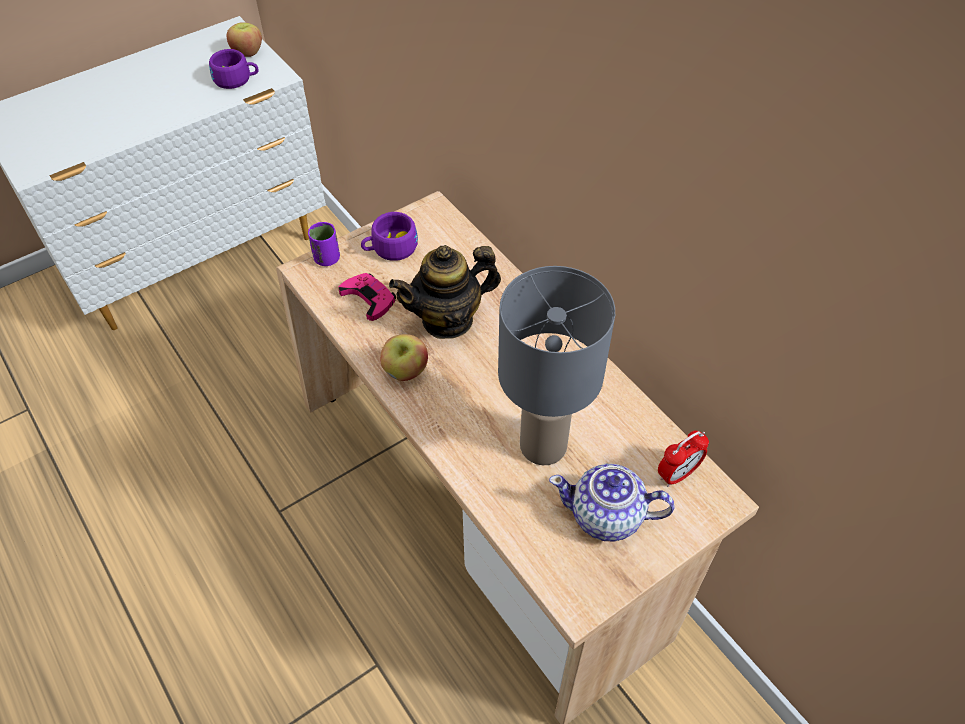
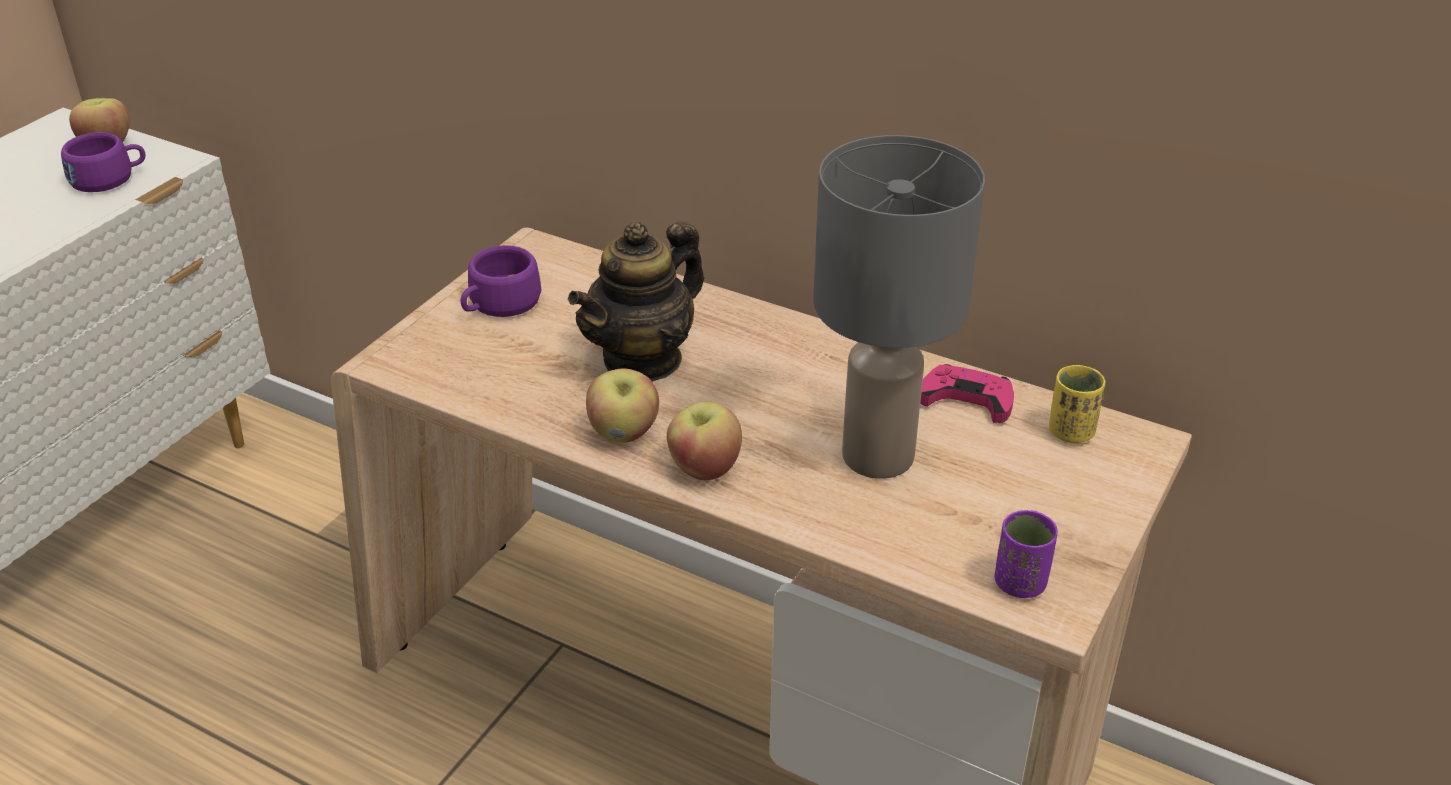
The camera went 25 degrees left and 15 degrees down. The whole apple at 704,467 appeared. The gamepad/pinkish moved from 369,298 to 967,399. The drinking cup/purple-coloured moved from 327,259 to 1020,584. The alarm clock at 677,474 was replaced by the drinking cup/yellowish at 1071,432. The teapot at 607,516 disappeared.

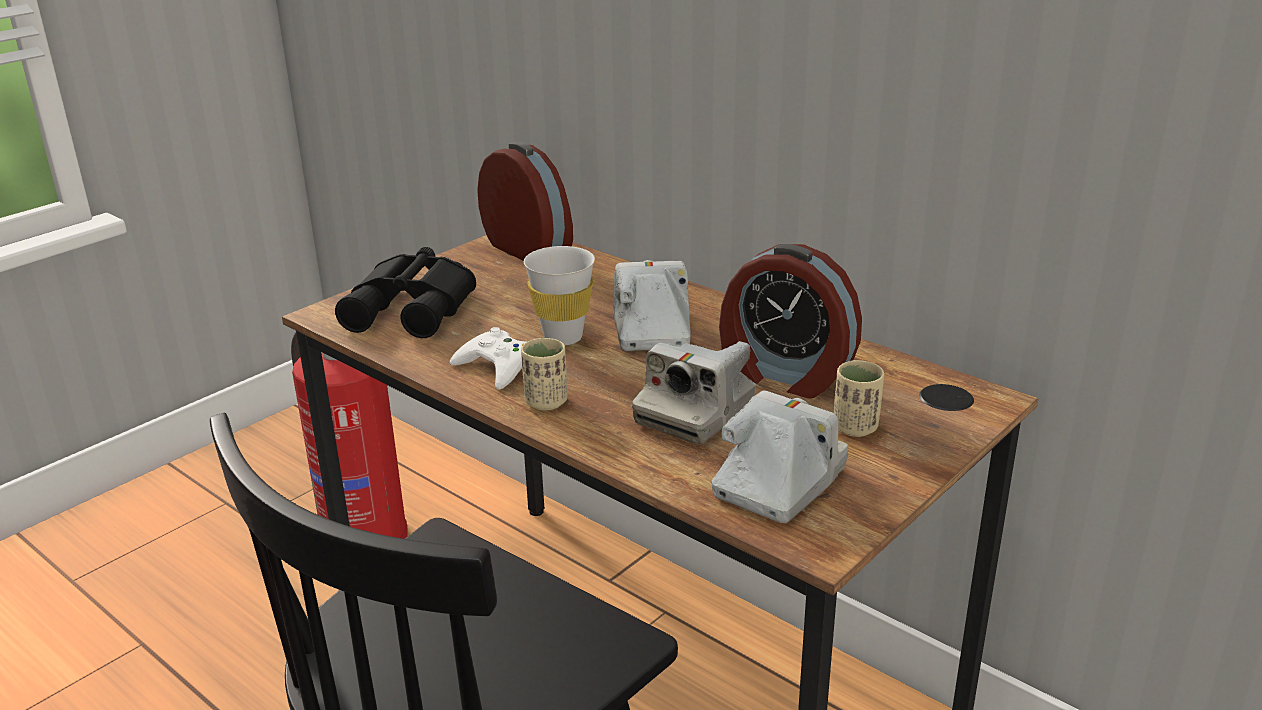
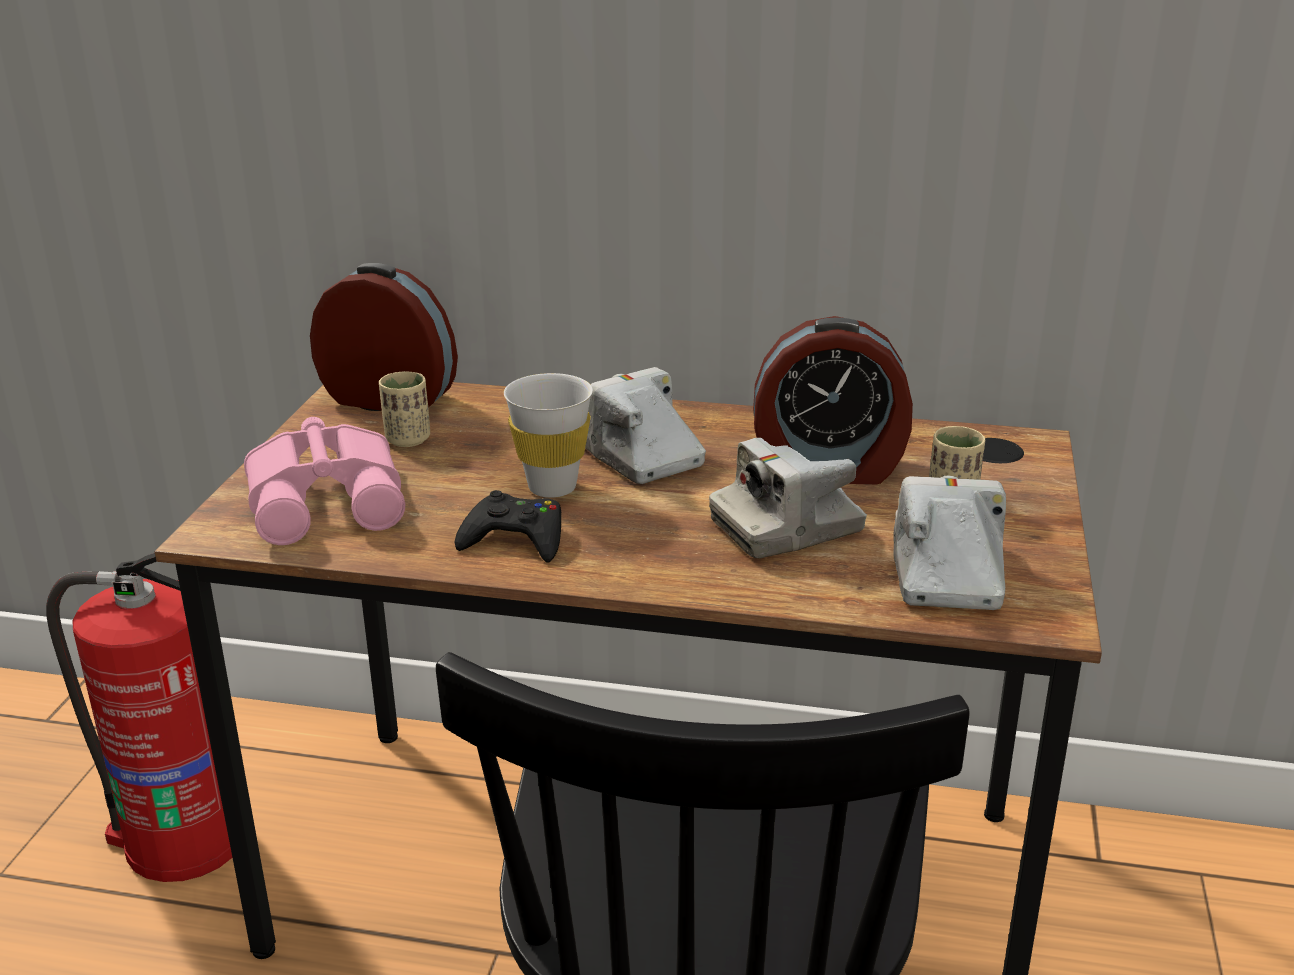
The camera went 30 degrees left and 0 degrees up. The binoculars/black at 415,308 became the binoculars/pinkish at 329,498. The drinking cup/sand-coloured moved from 546,402 to 408,439. The gamepad/white-coloured at 497,367 became the gamepad/black at 515,538. The still camera at 695,412 turned 60 degrees clockwise.

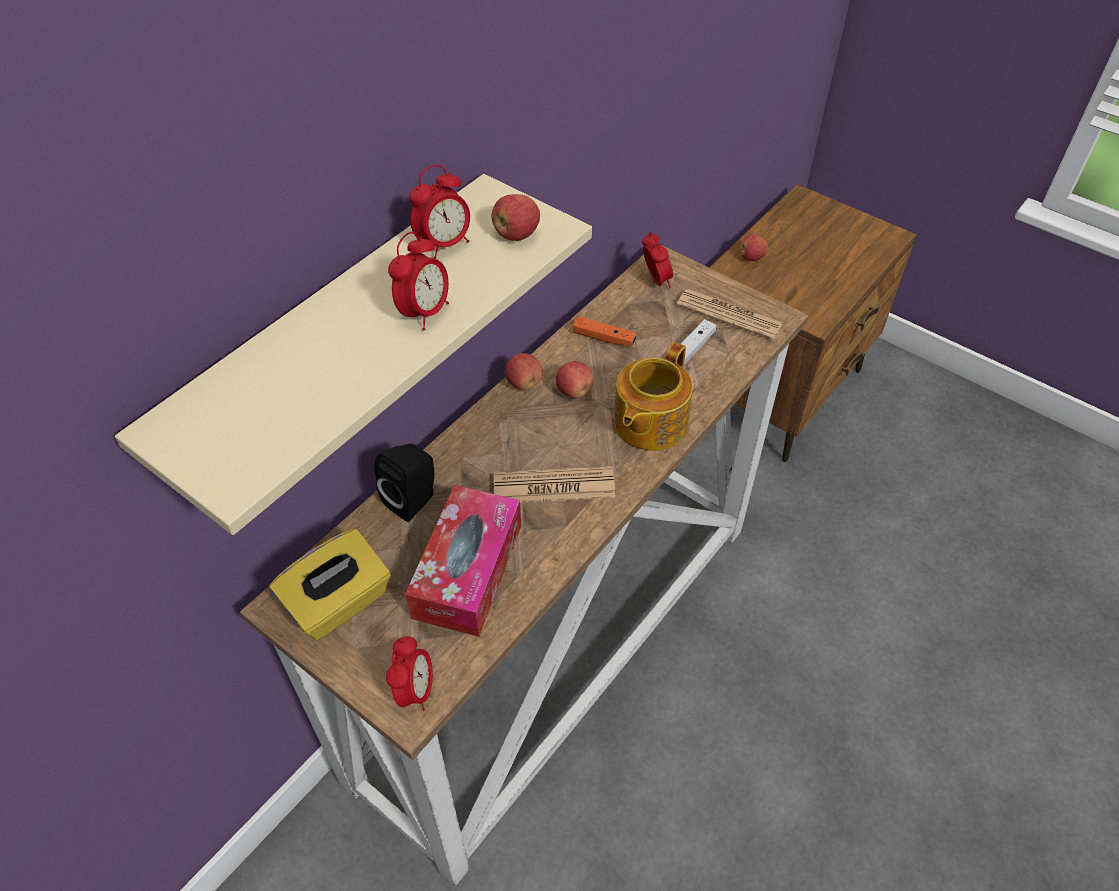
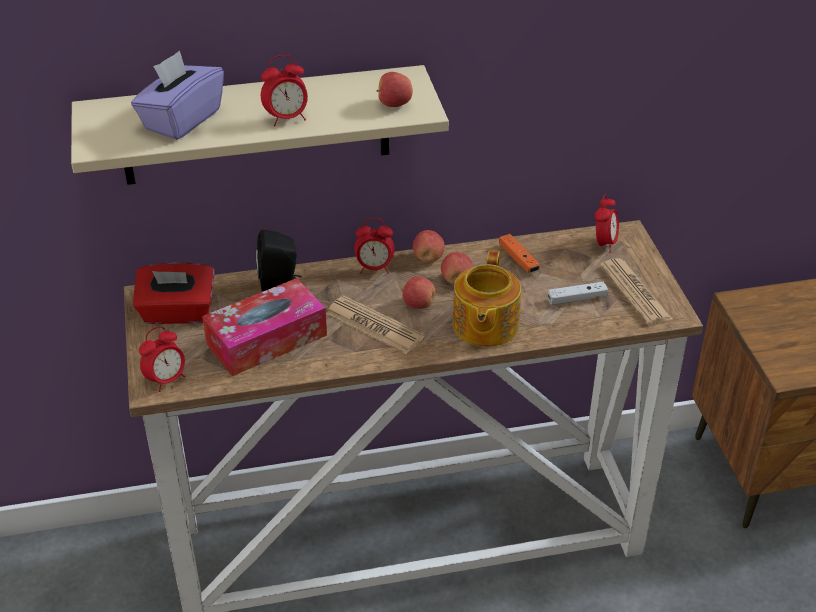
The camera went 40 degrees right and 10 degrees down. The tissue box/purple-coloured at 181,120 appeared. The tissue box/yellowish at 339,603 became the tissue box/reddish at 177,313. The alarm clock moved from 444,244 to 374,268. The whole apple moved from 751,257 to 418,304. The teapot at 648,423 turned 60 degrees counterclockwise.

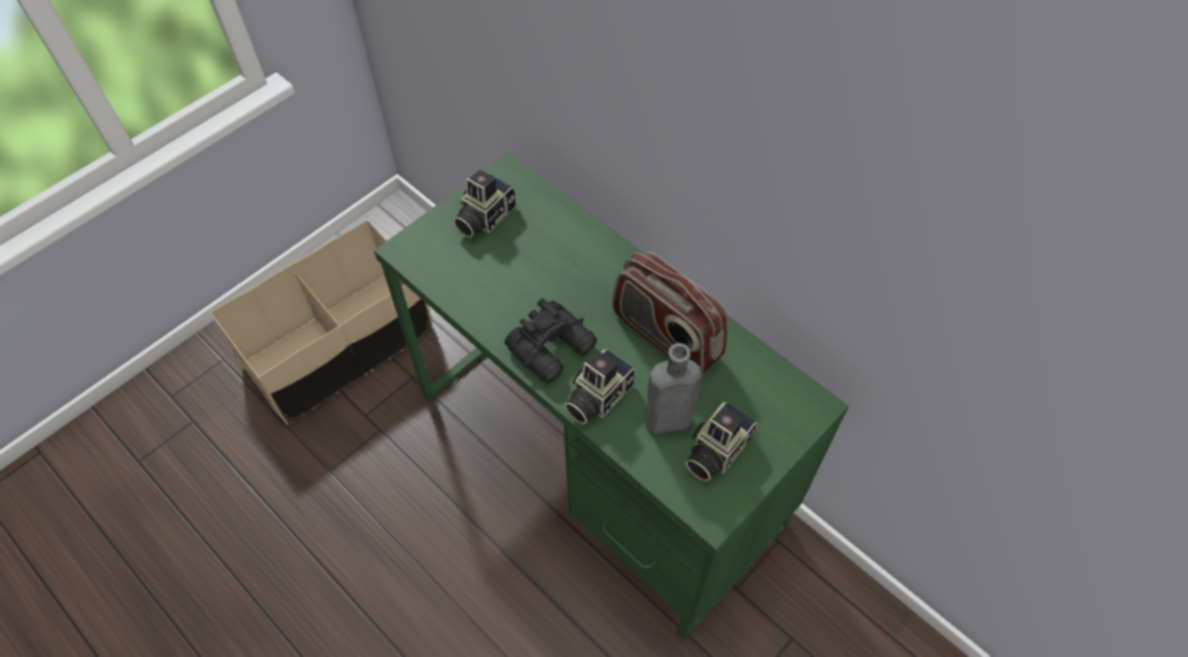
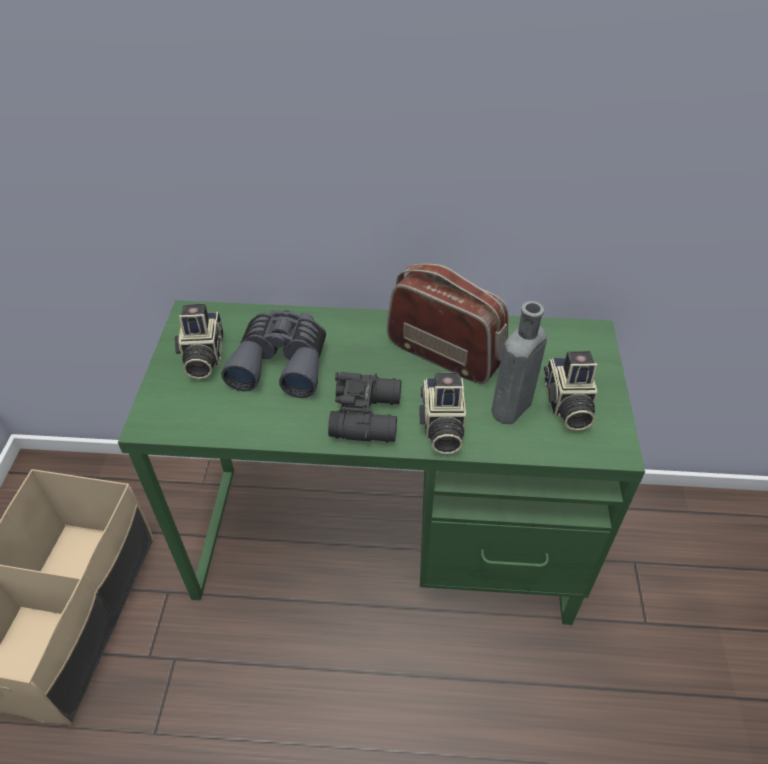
The camera went 40 degrees left and 10 degrees down. The binoculars/greyish at 282,362 appeared. The radio receiver at 666,336 turned 150 degrees counterclockwise.

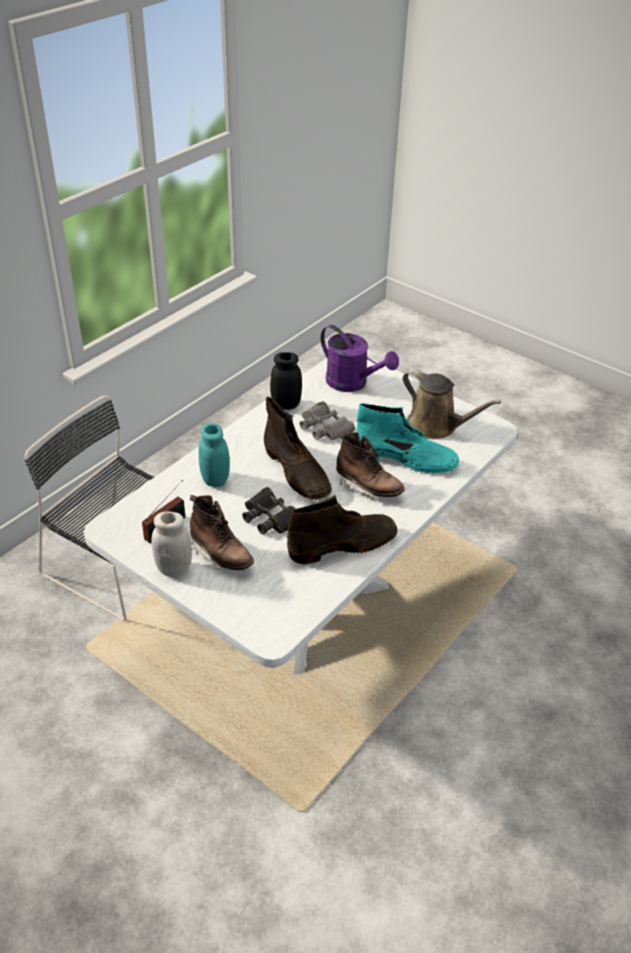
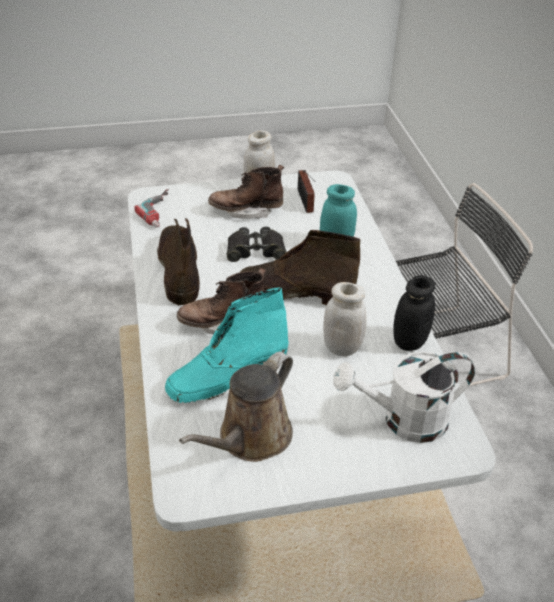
The camera went 130 degrees right and 0 degrees up. The power drill at 162,212 appeared. The boot/brownish at 343,544 turned 150 degrees clockwise. The sprinkling can/brownish at 436,426 turned 45 degrees counterclockwise. The binoculars/greyish at 325,427 was replaced by the jar/white-coloured at 342,347. The sprinkling can/purple-coloured at 353,383 became the sprinkling can/white-coloured at 403,420.

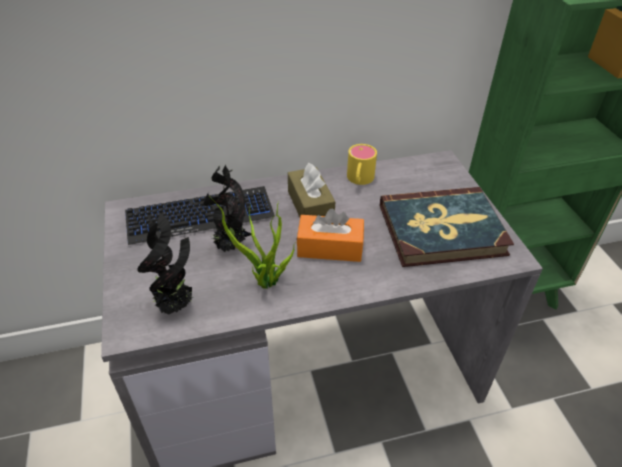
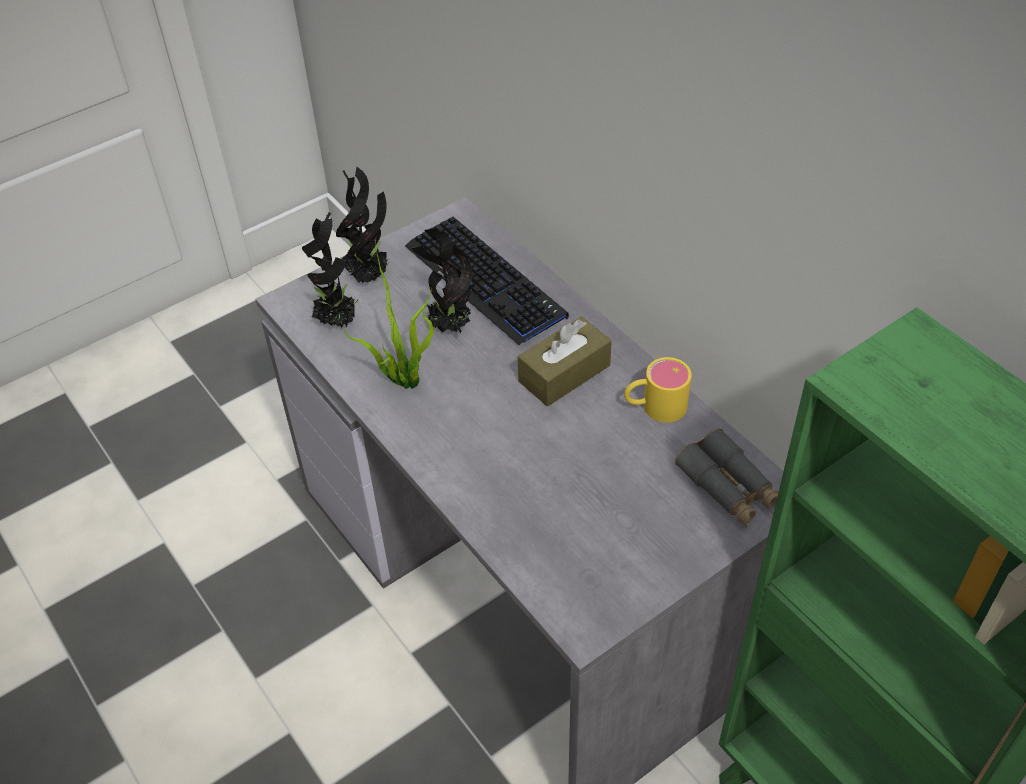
The camera went 70 degrees right and 5 degrees up. The potted plant at 370,276 appeared. The binoculars/greyish at 729,488 appeared. The tissue box/orangey at 330,248 disappeared. The volume at 441,230 disappeared.

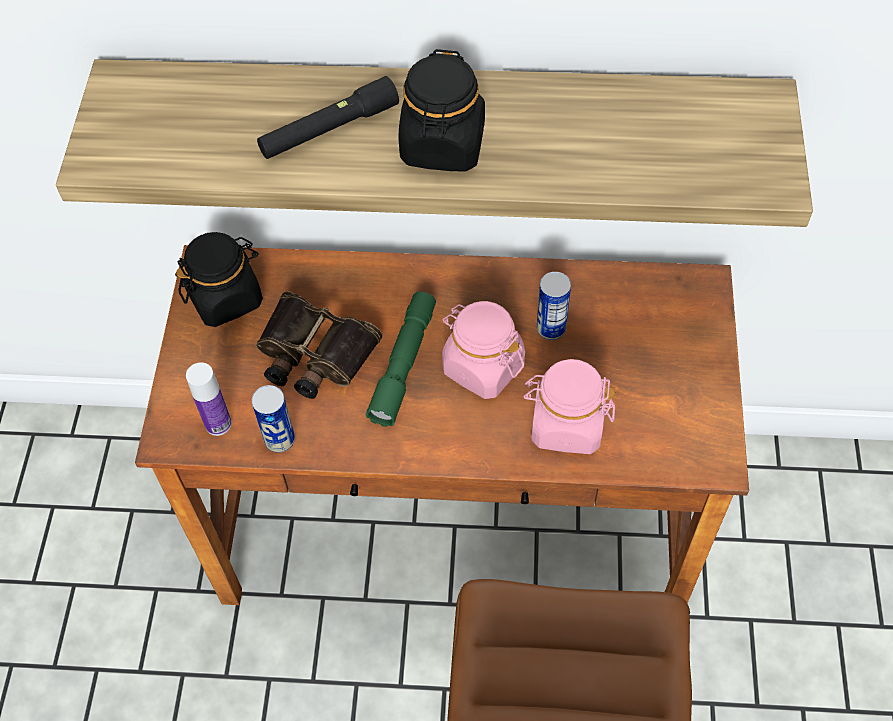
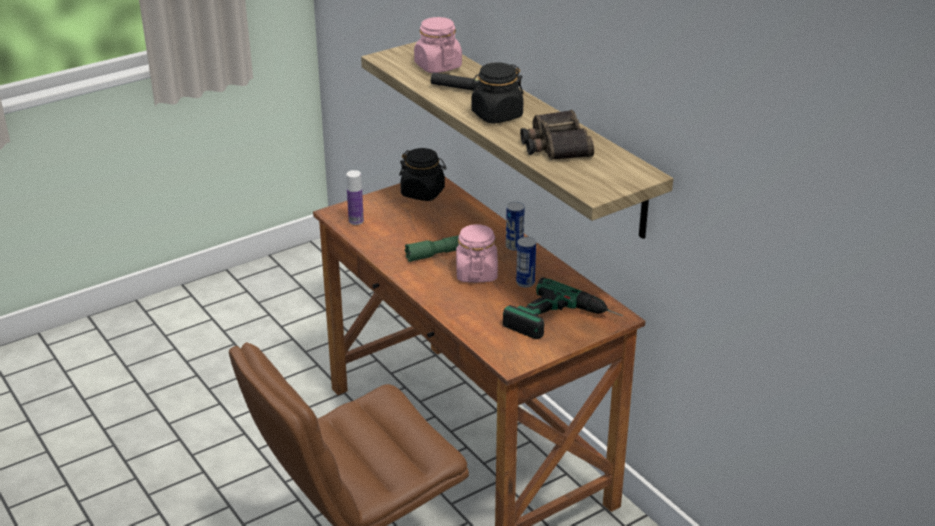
The camera went 50 degrees right and 25 degrees down. The jar/pinkish moved from 566,425 to 437,66. The power drill at 564,322 appeared. The metal can moved from 279,439 to 514,246. The binoculars moved from 313,354 to 555,145.

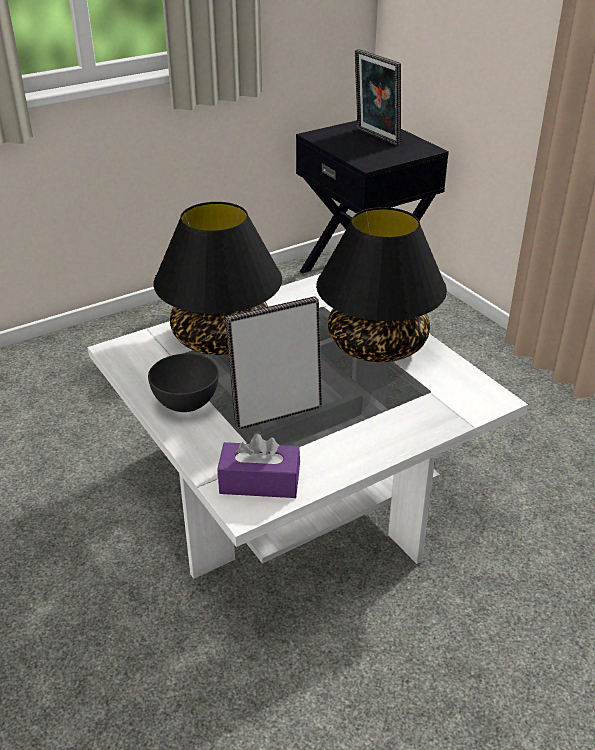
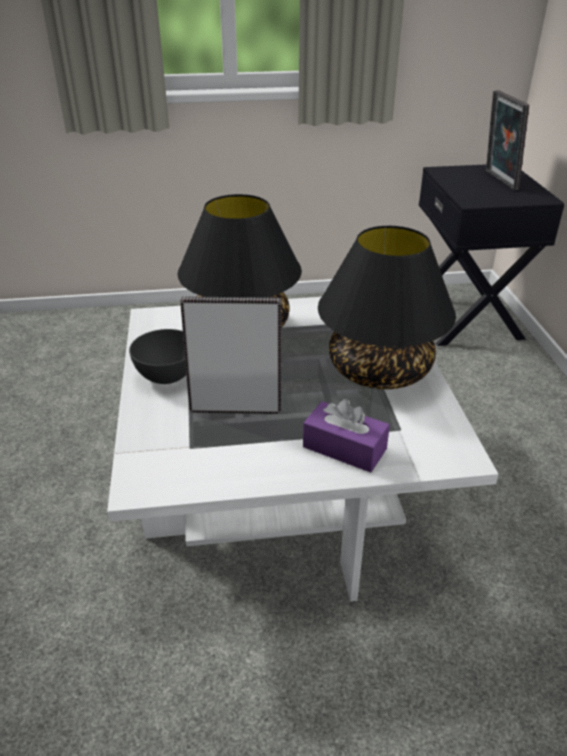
The camera went 25 degrees right and 0 degrees up. The tissue box/purple-coloured moved from 259,482 to 344,448.

